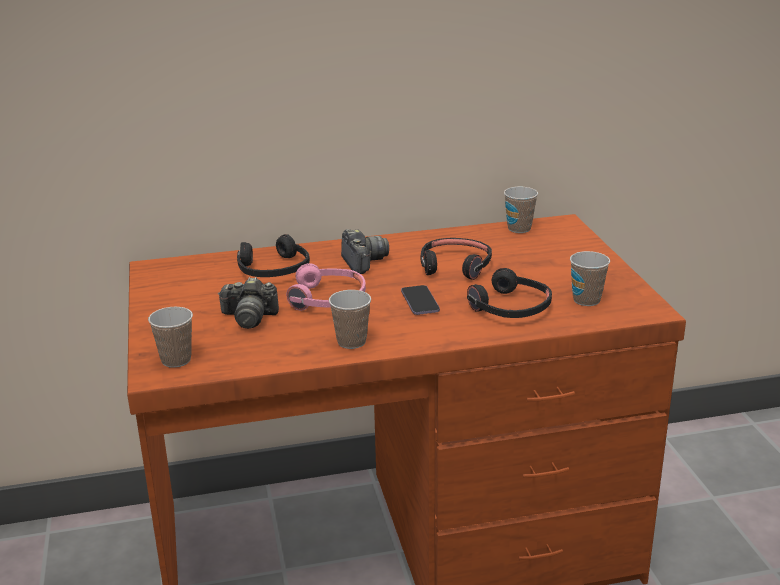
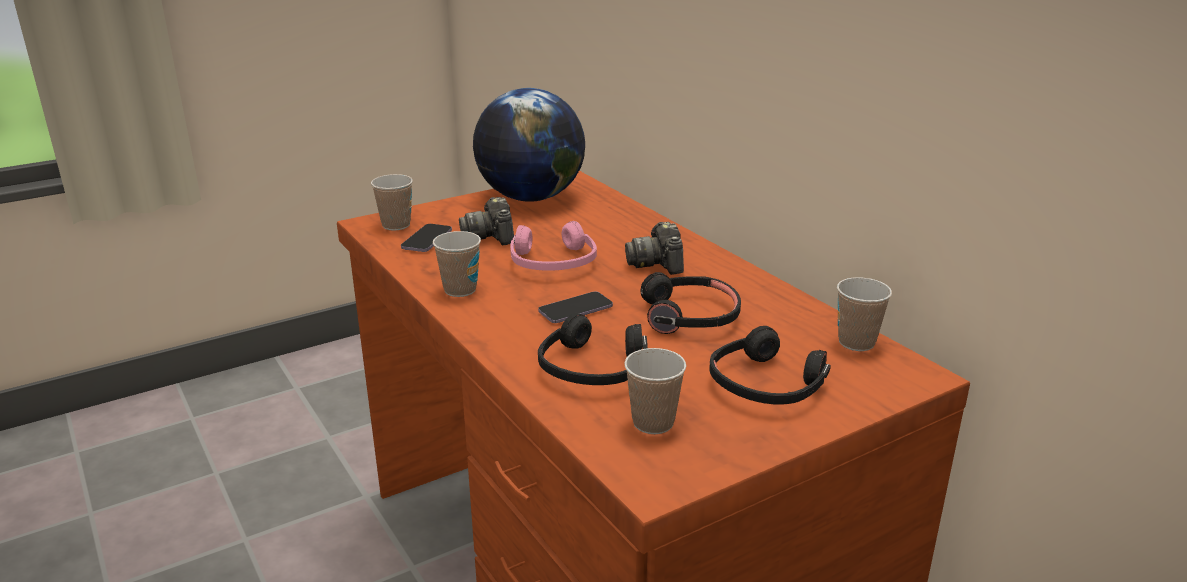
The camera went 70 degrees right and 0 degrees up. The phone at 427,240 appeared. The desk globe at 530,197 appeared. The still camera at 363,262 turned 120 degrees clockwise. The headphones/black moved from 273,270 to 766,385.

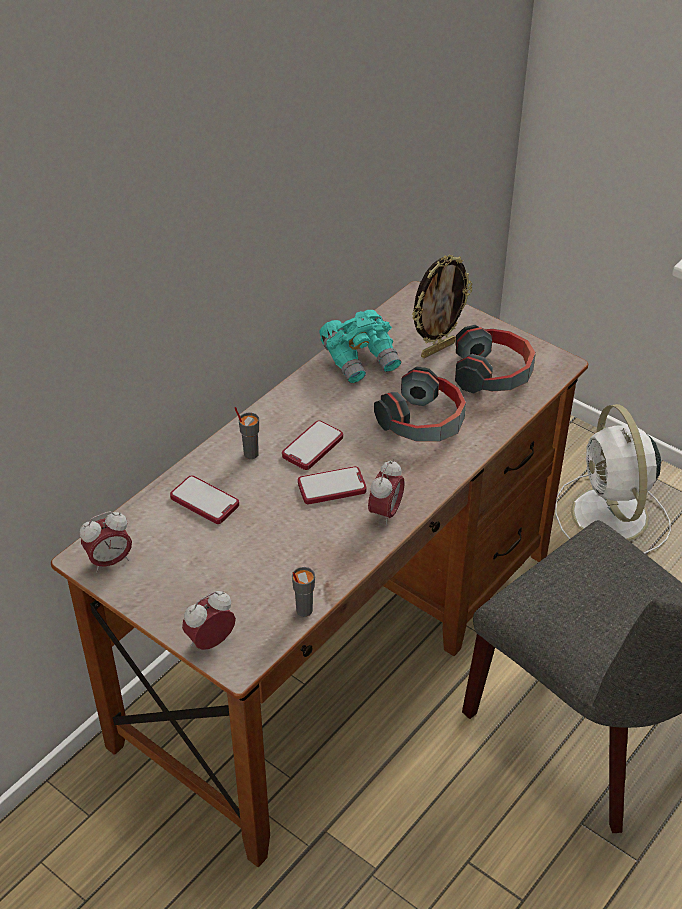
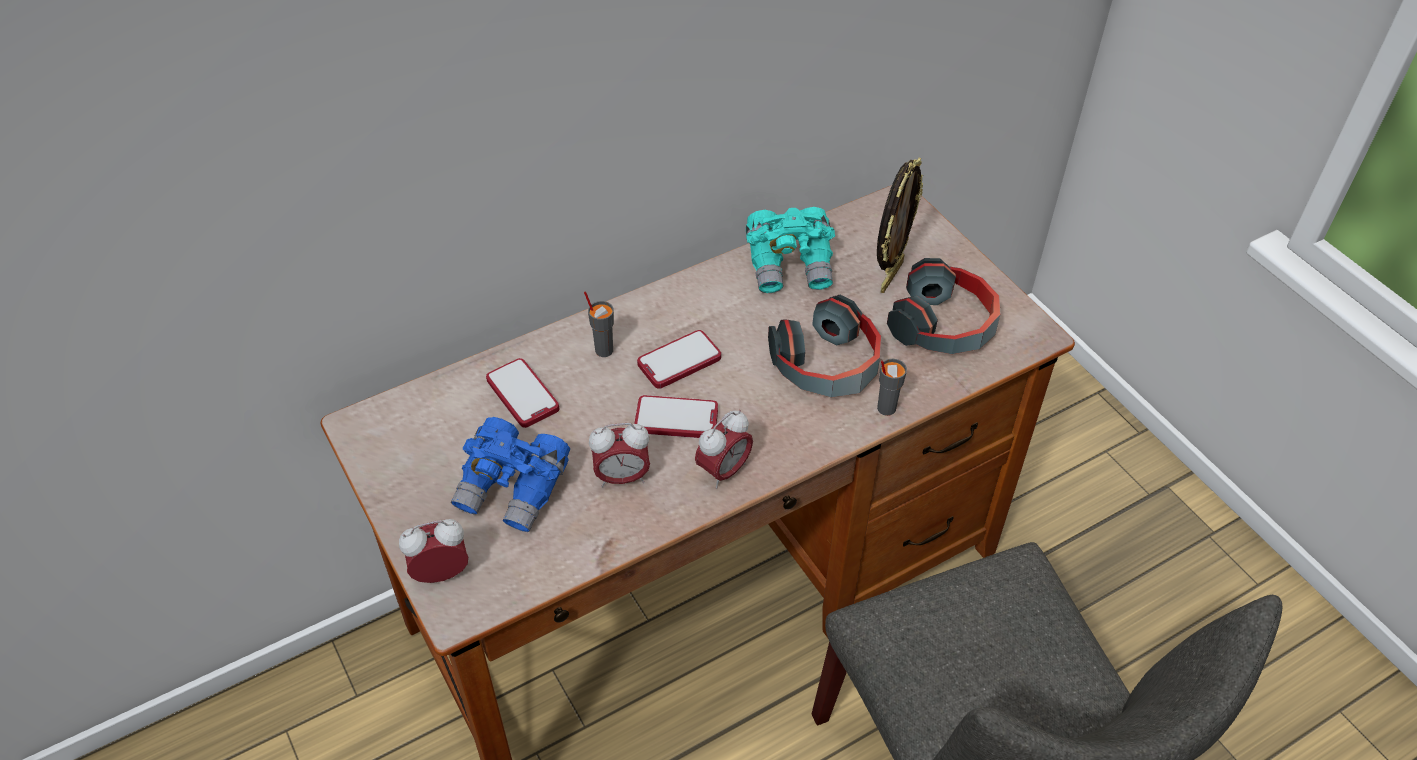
The camera went 20 degrees right and 5 degrees up. The binoculars/blue-coloured at 514,489 appeared. The alarm clock moved from 110,561 to 622,477. The photo frame at 437,349 turned 45 degrees counterclockwise. The drinking cup/greyish moved from 303,610 to 885,408. The electric fan/white-coloured at 611,517 disappeared.

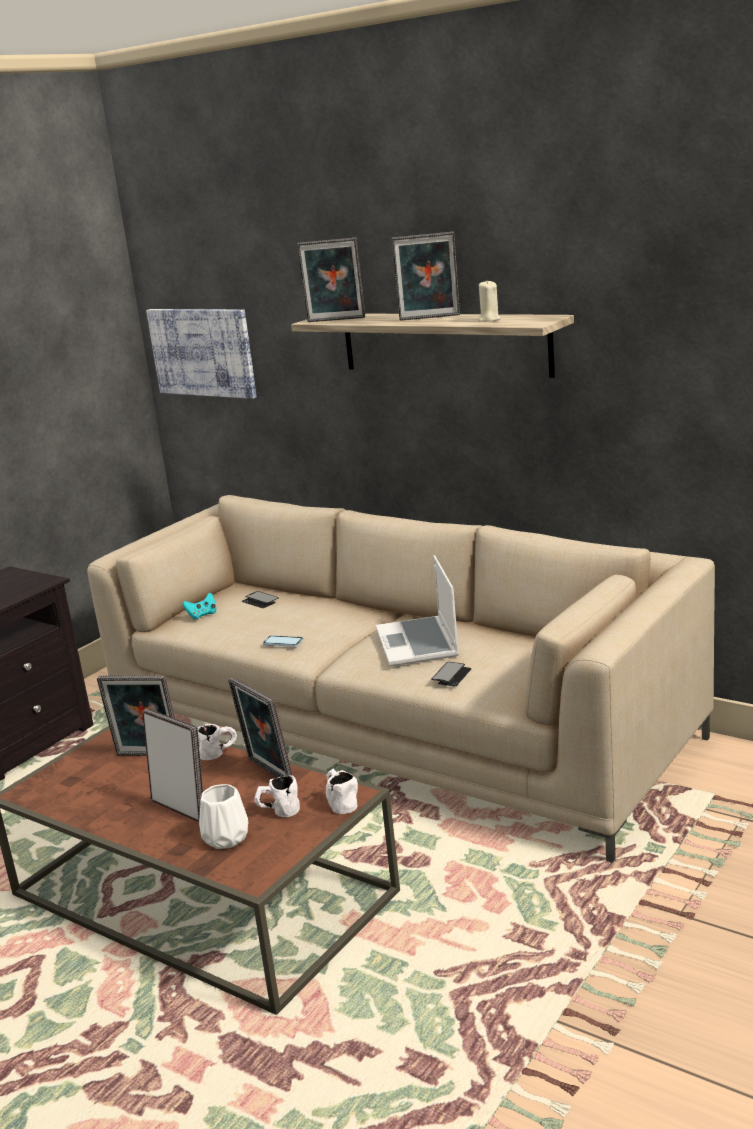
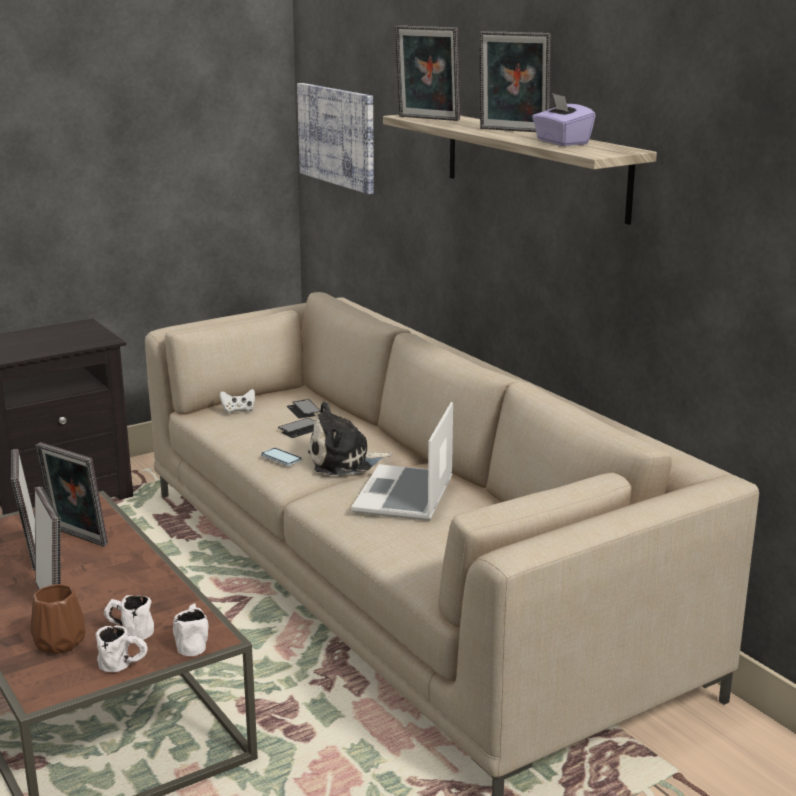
The camera went 20 degrees right and 0 degrees up. The photo frame moved from 267,772 to 31,553. The flower vase/white-coloured at 225,839 became the flower vase/brownish at 58,643. The coffee mug/white-coloured moved from 219,753 to 124,666. The gamepad/blue-green at 202,615 became the gamepad/white-coloured at 238,410. The phone moved from 451,675 to 300,429. The cuddly toy at 344,461 appeared. The wax candle/sand-coloured at 489,320 was replaced by the tissue box/purple-coloured at 561,142.

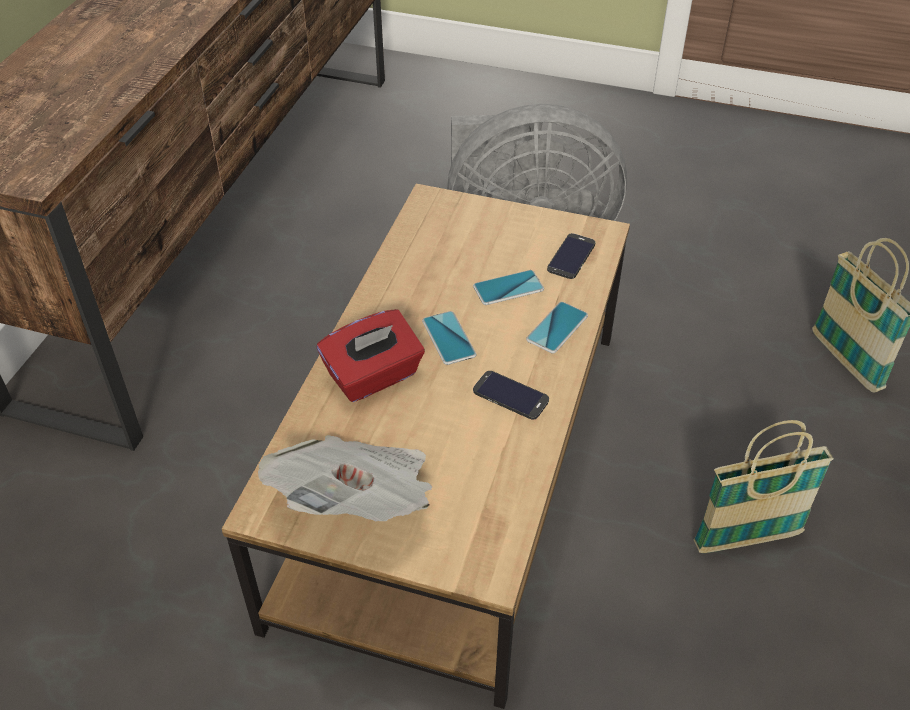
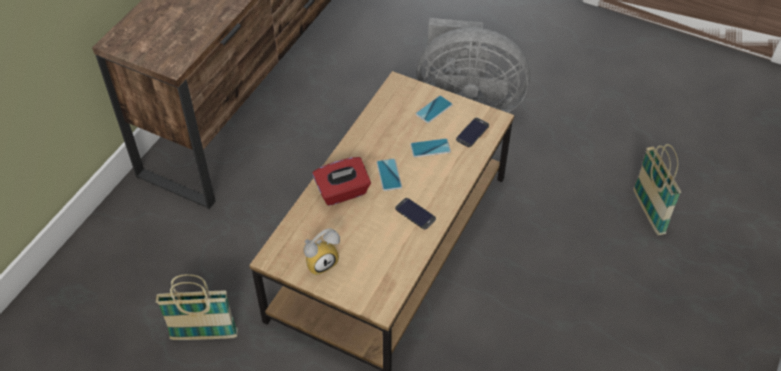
The camera went 10 degrees right and 5 degrees up. The household basket moved from 747,539 to 204,335. The printed paper at 358,502 was replaced by the alarm clock at 321,261. The phone moved from 557,328 to 434,109.

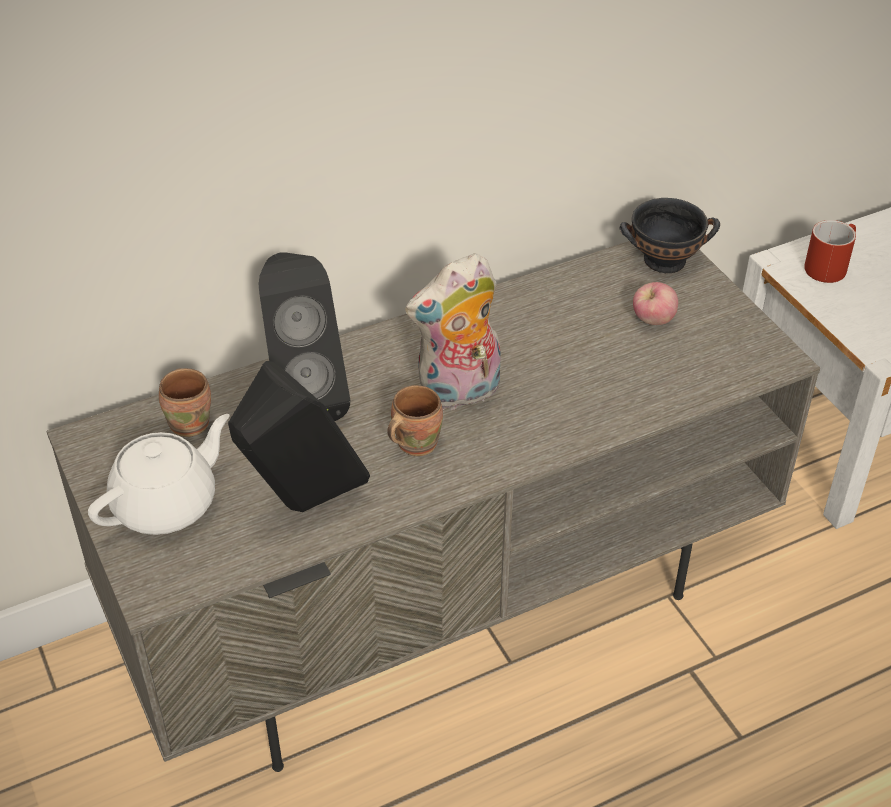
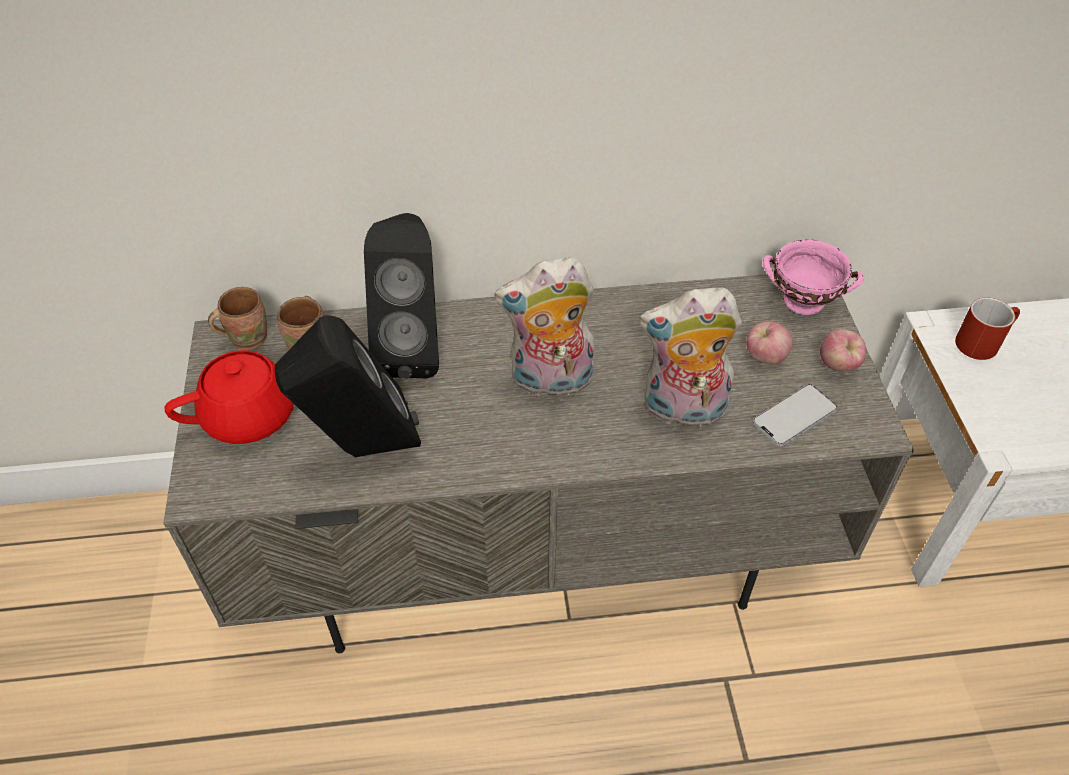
The camera went 20 degrees right and 5 degrees up. The teapot/white-coloured at 167,504 became the teapot/reddish at 253,415. The coffee mug/brownish moved from 413,443 to 246,337. The cuddly toy at 682,410 appeared. The phone at 794,416 appeared. The deep dish/black at 666,261 became the deep dish/pinkish at 805,301. The whole apple at 837,365 appeared.

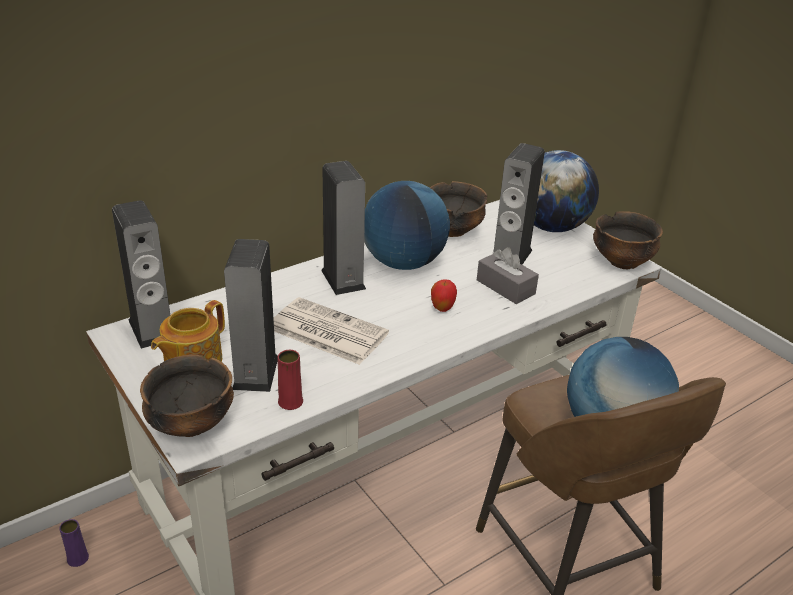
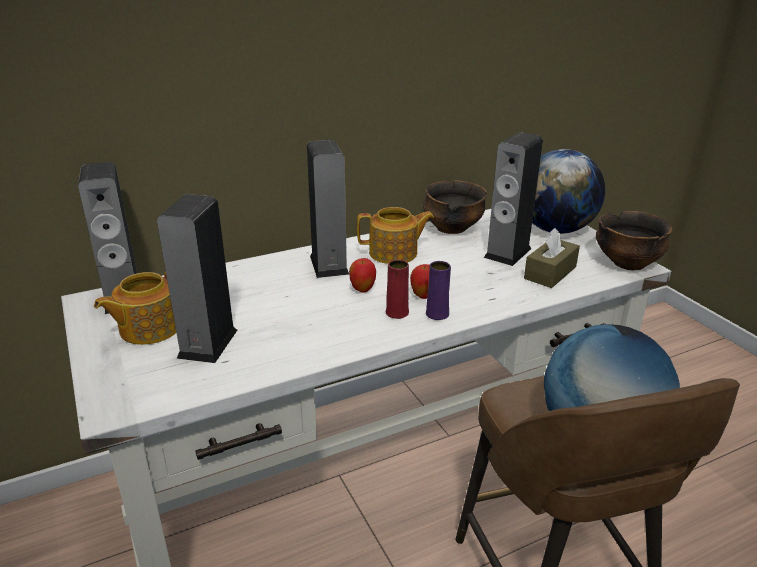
The camera went 10 degrees right and 5 degrees down. The whole apple at 362,290 appeared. The desk globe at 403,263 was replaced by the teapot at 394,253. The flower vase/reddish moved from 290,402 to 397,312. The flower vase/purple-coloured moved from 77,558 to 437,314. The tissue box/brownish at 550,273 appeared. The deep dish at 191,424 disappeared. The printed paper at 326,331 disappeared. The tissue box/greyish at 505,287 disappeared.

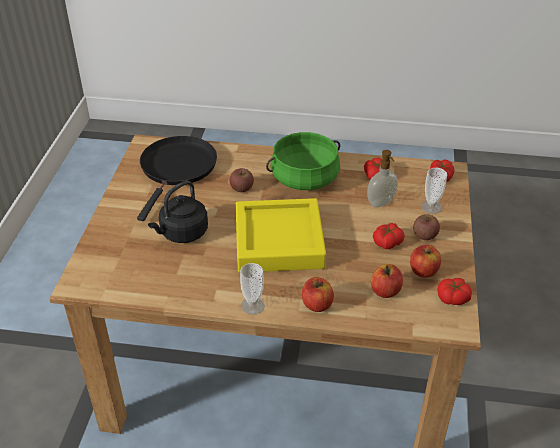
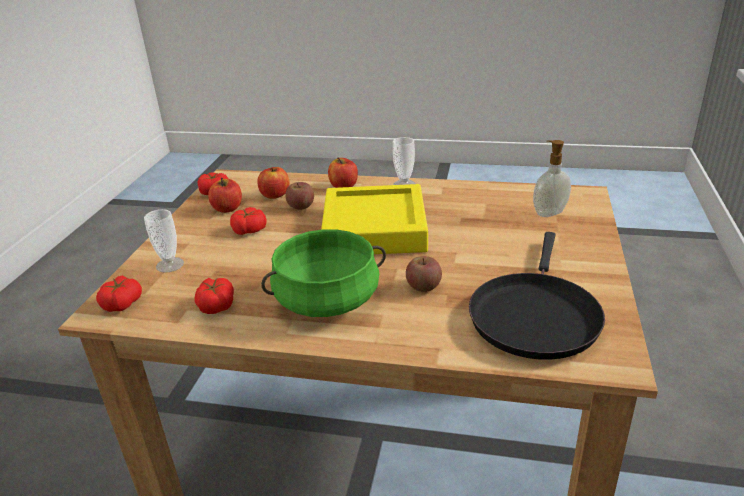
The camera went 175 degrees left and 10 degrees down. The whole apple moved from 425,235 to 301,206. The soap dispenser moved from 381,203 to 548,212. The tea kettle/black at 182,234 disappeared.

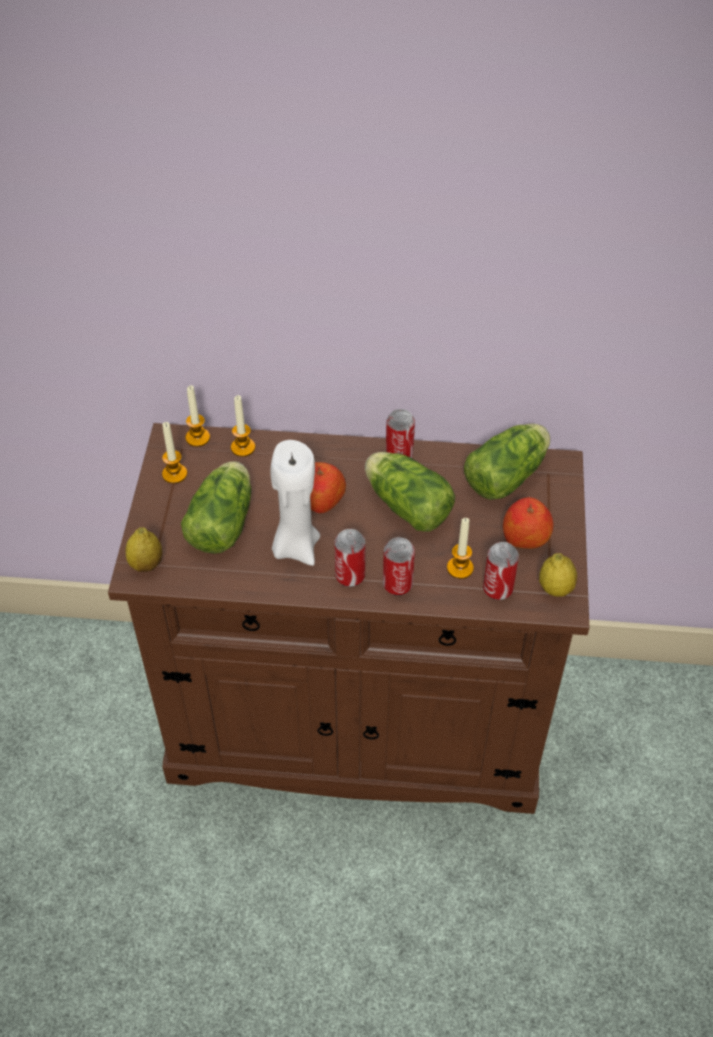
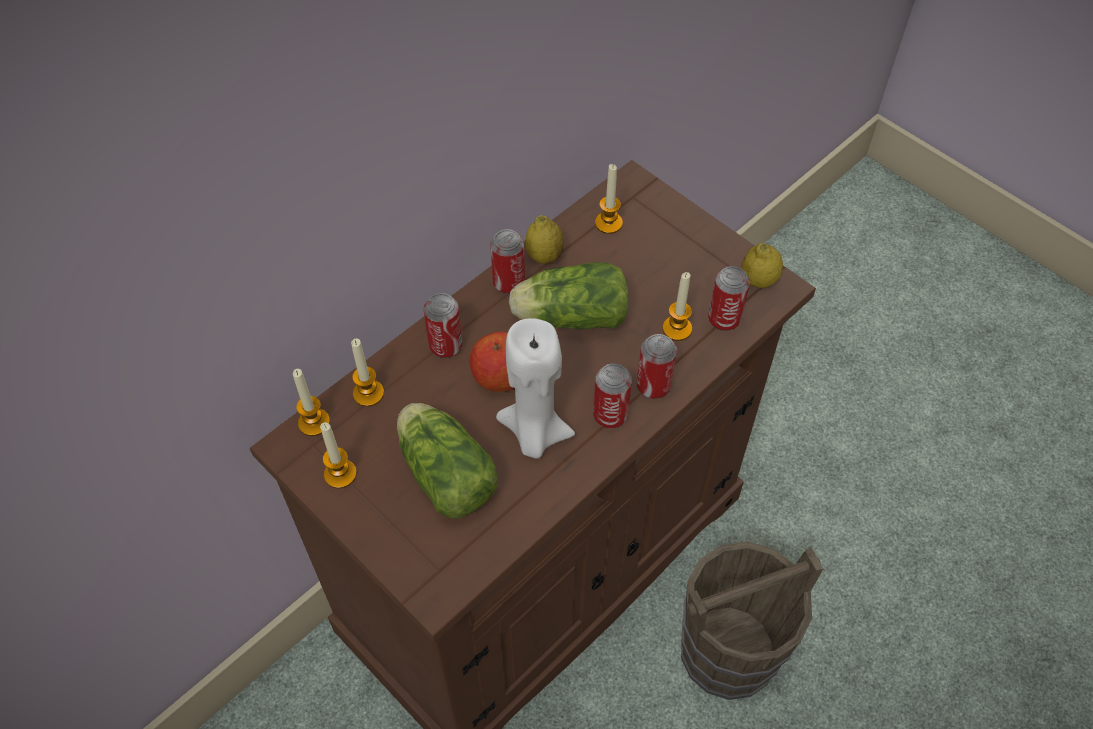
The camera went 50 degrees left and 5 degrees up. The metal can at 446,346 appeared. The whole lemon moved from 146,564 to 544,256. The lettuce at 508,474 was replaced by the wax candle at 608,223. The pail/brownish at 727,651 appeared. The whole apple at 525,536 disappeared.

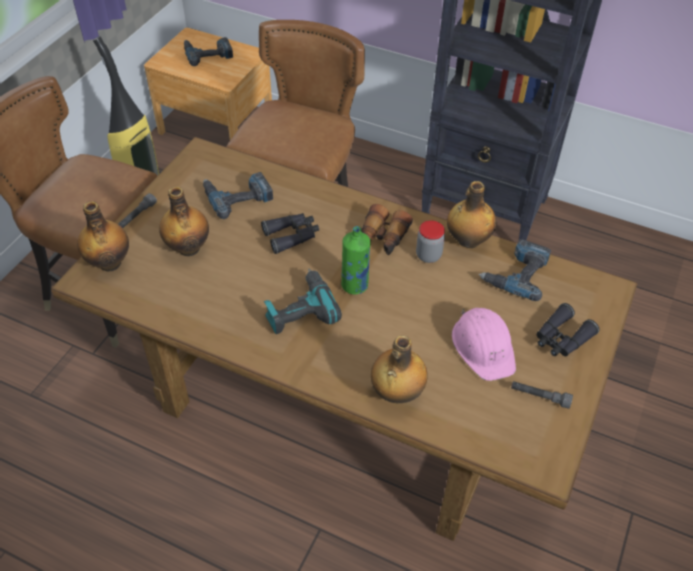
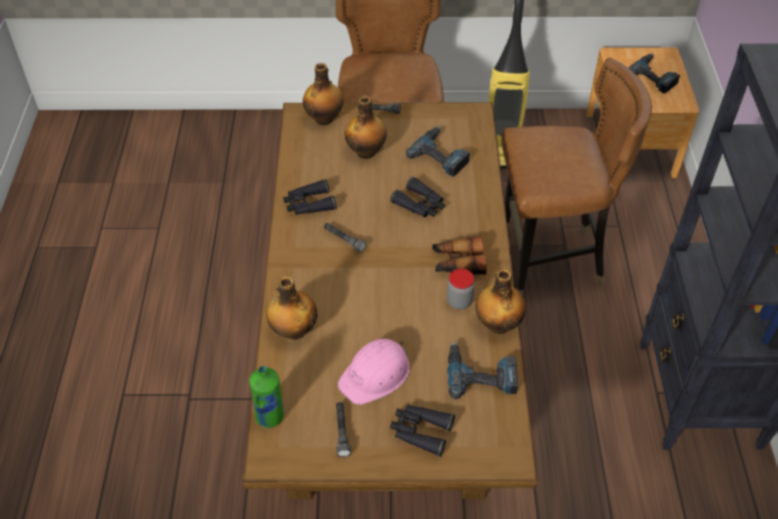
The camera went 65 degrees right and 0 degrees up. The bottle/greenish moved from 355,285 to 270,416. The binoculars/black at 308,204 appeared. The power drill at 299,309 was replaced by the torch/greyish at 344,240.

